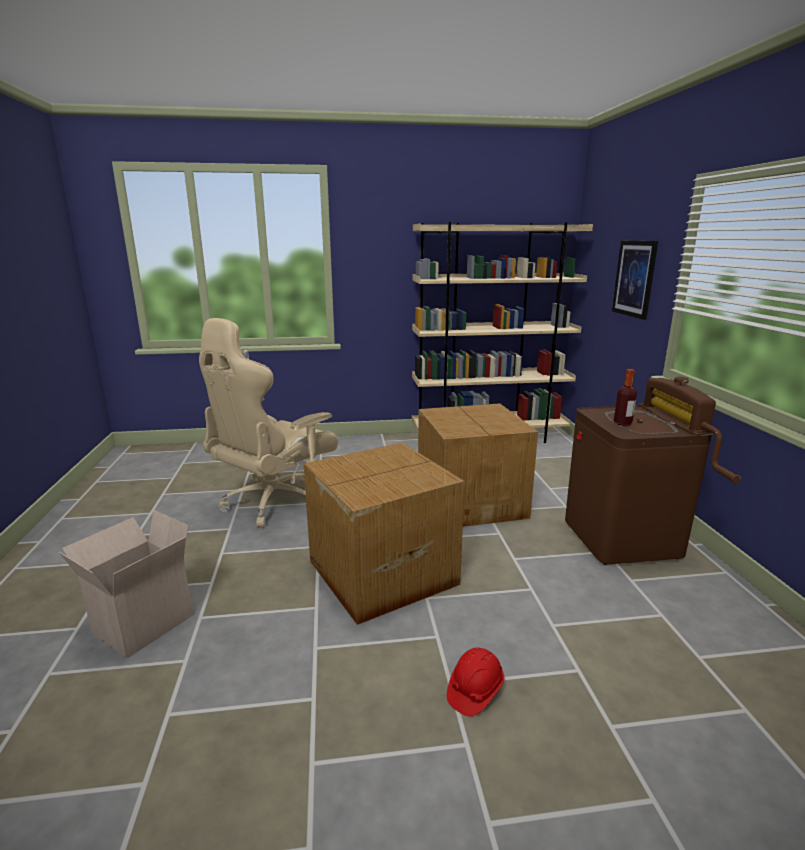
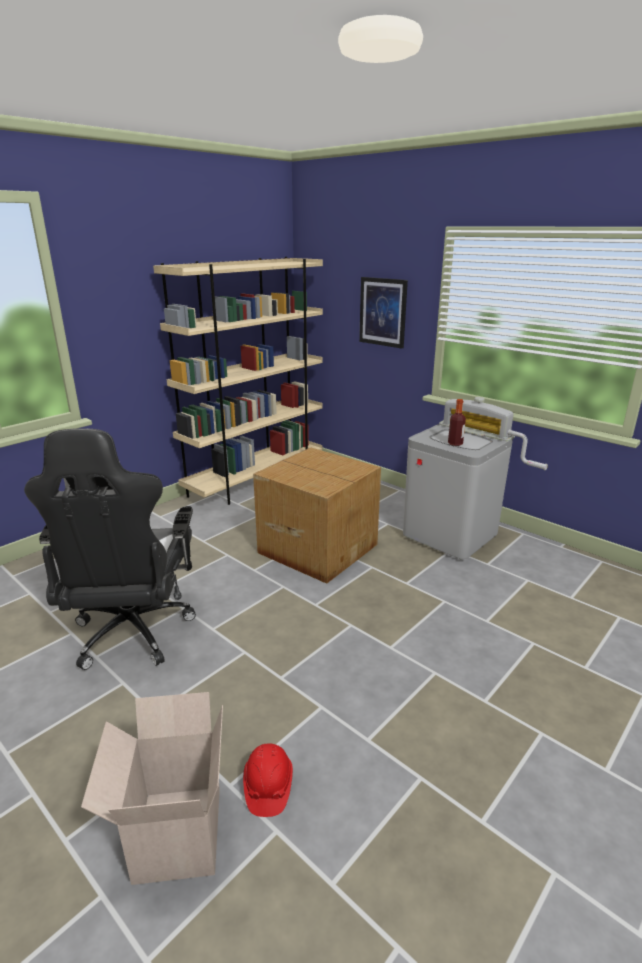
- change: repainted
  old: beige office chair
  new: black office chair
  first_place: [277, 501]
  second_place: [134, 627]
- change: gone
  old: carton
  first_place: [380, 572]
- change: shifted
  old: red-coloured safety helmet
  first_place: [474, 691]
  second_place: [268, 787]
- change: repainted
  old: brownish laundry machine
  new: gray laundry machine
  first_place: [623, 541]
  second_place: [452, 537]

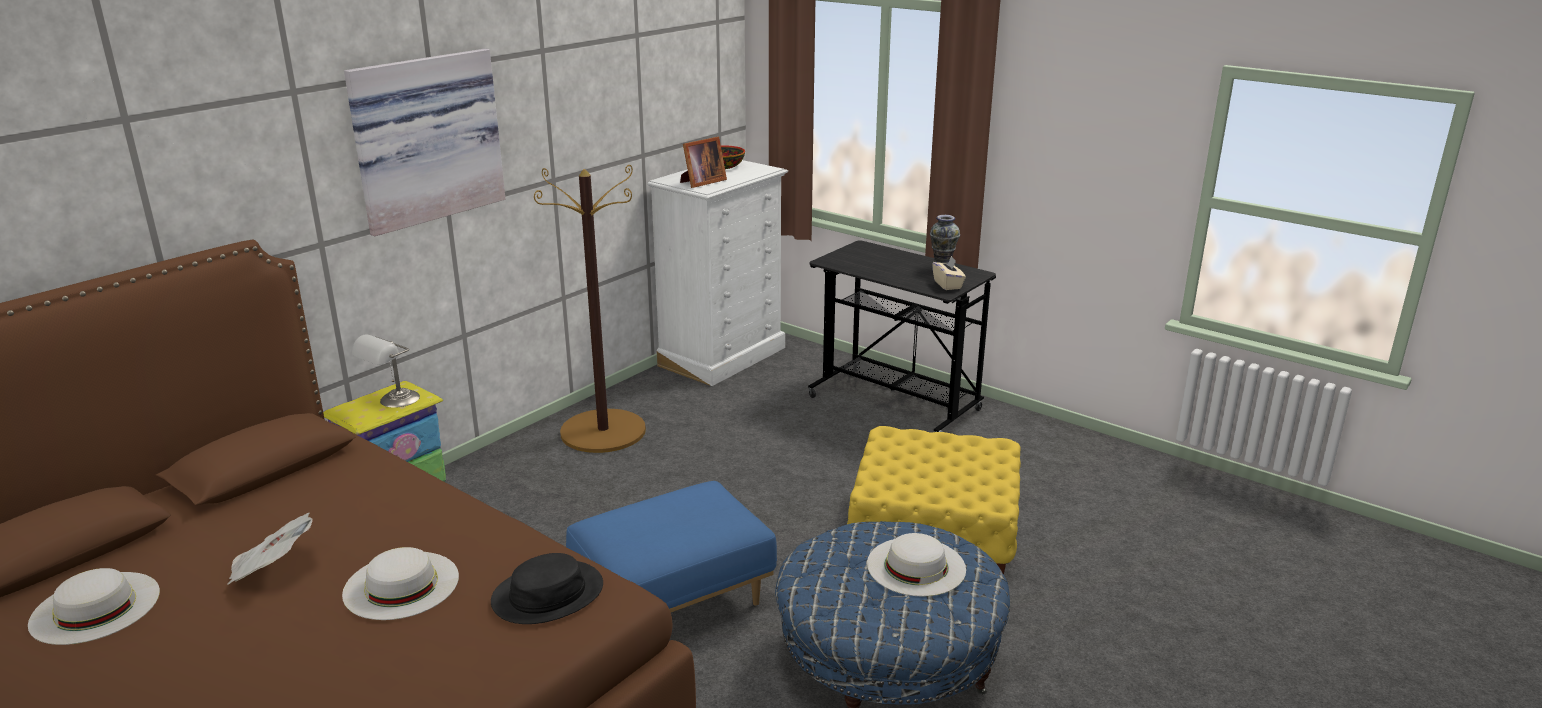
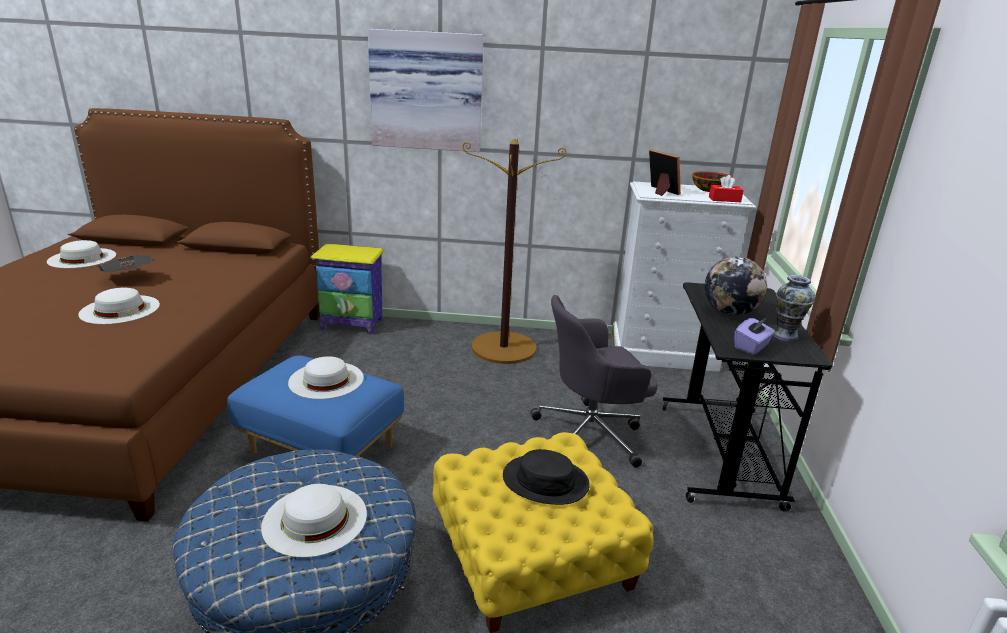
- change: gone
  old: whitish tabletop lamp
  first_place: [393, 402]
- change: shifted
  old: black clothing hat
  first_place: [547, 594]
  second_place: [545, 481]
- change: rotated
  old: picture frame
  first_place: [701, 182]
  second_place: [660, 191]
  degrees: -135
- change: repainted
  old: beige box of tissues
  new: purple-coloured box of tissues
  first_place: [948, 285]
  second_place: [751, 347]
- change: new
  new: whitish clothing hat
  second_place: [326, 380]
- change: new
  new: gray office chair
  second_place: [591, 434]
- change: new
  new: globe
  second_place: [729, 313]
- change: new
  new: red-coloured box of tissues
  second_place: [724, 199]

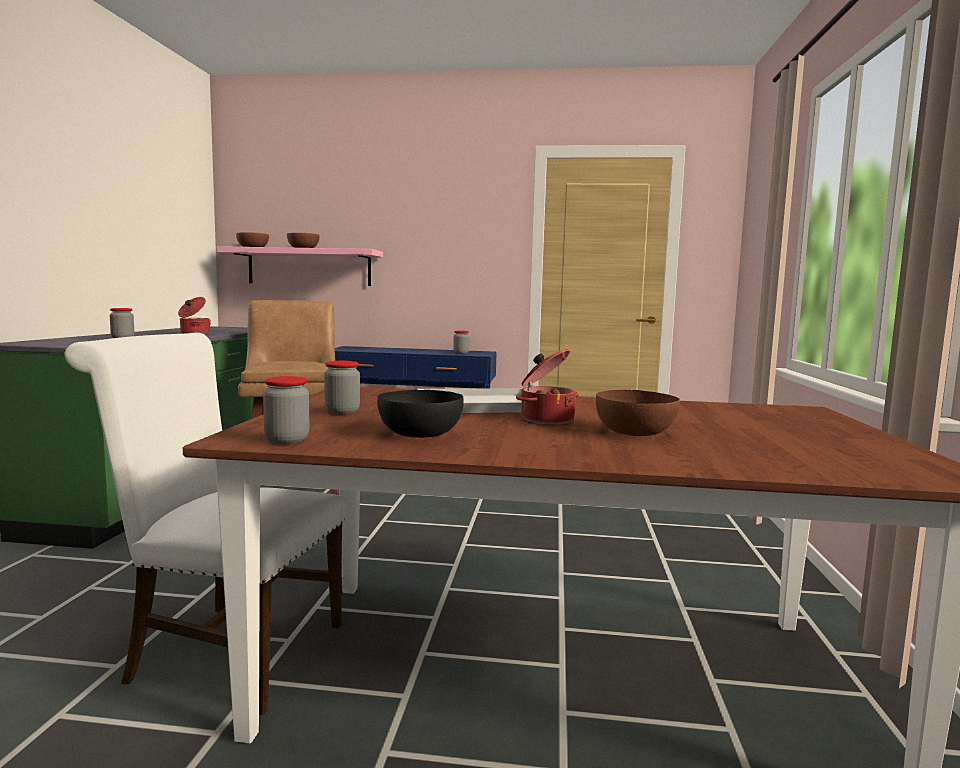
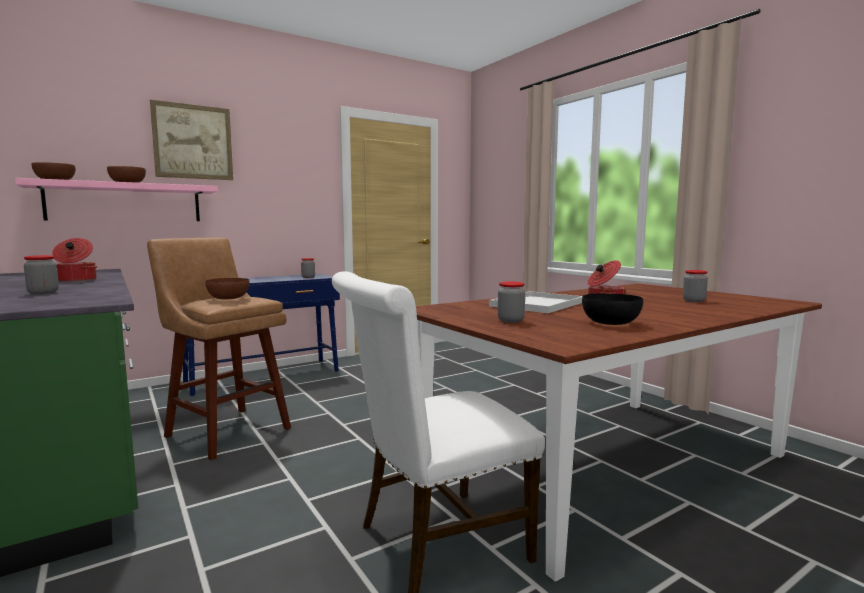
- change: shifted
  old: preserve jar
  first_place: [287, 440]
  second_place: [694, 301]
- change: shifted
  old: brownish bowl
  first_place: [636, 432]
  second_place: [229, 298]
- change: new
  new: wall picture
  second_place: [193, 142]

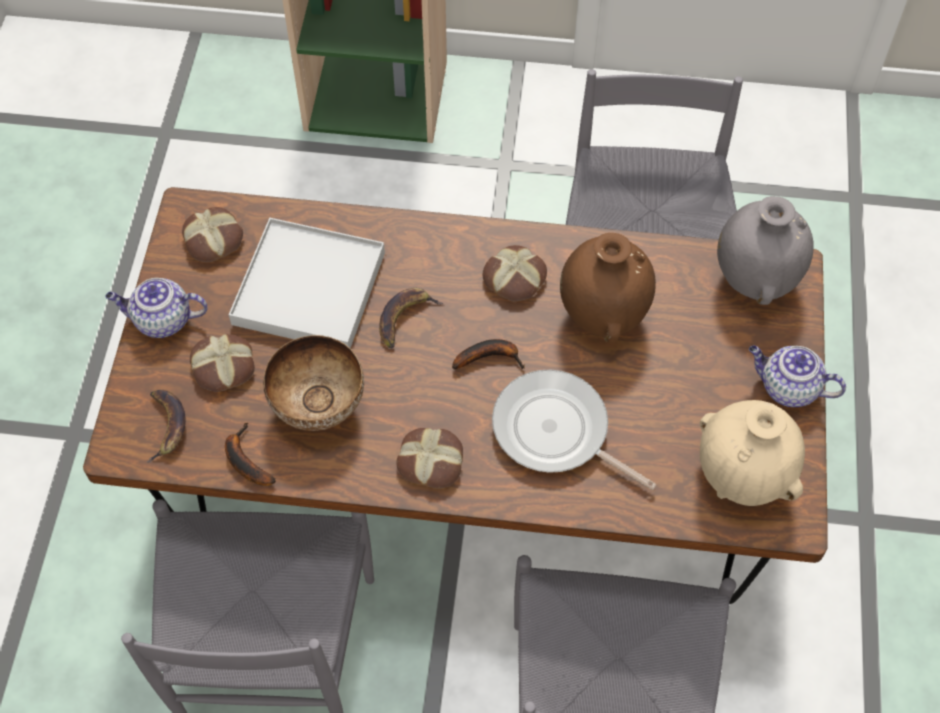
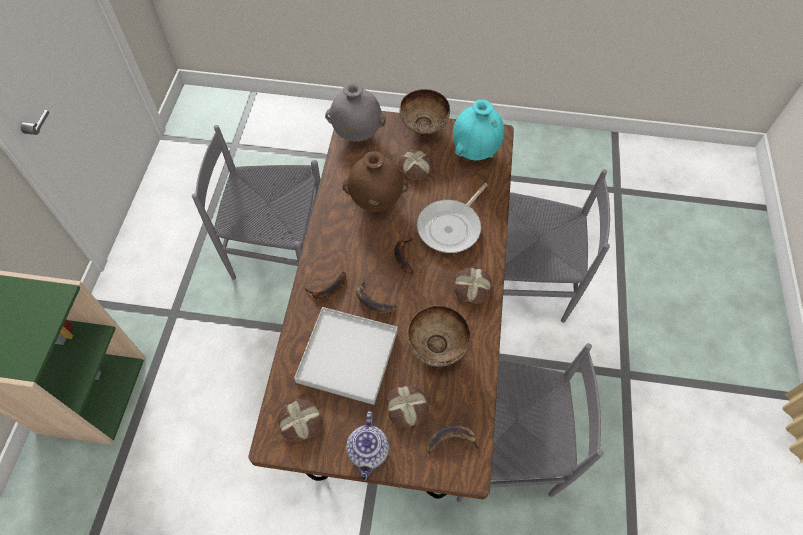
- change: shifted
  old: whole banana
  first_place: [245, 460]
  second_place: [328, 290]
- change: shifted
  old: bread
  first_place: [515, 279]
  second_place: [416, 167]
- change: repainted
  old: beige flower vase
  new: turquoise-coloured flower vase
  first_place: [742, 478]
  second_place: [475, 151]
- change: swapped
  old: teapot
  new: bowl
  first_place: [787, 388]
  second_place: [424, 129]

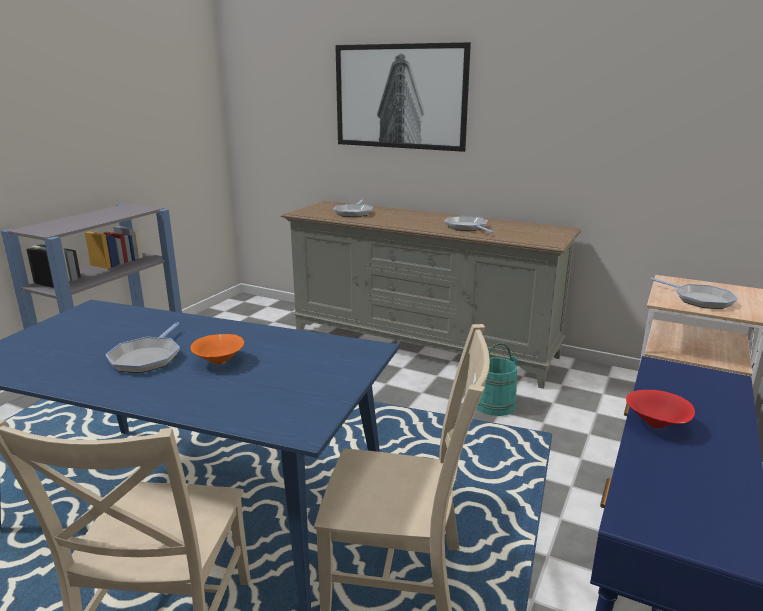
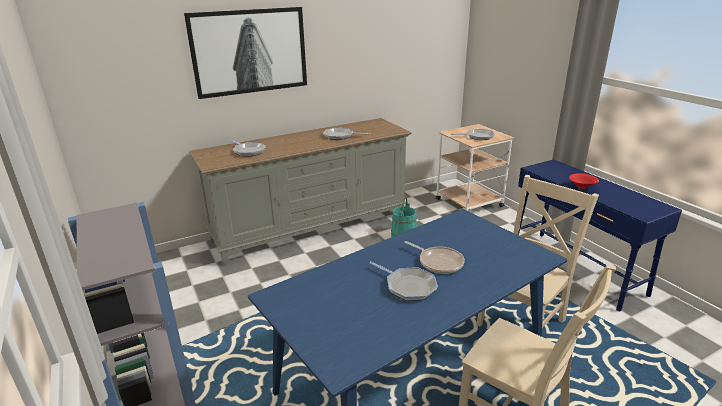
- change: swapped
  old: orangey bowl
  new: pan
  first_place: [219, 361]
  second_place: [438, 262]

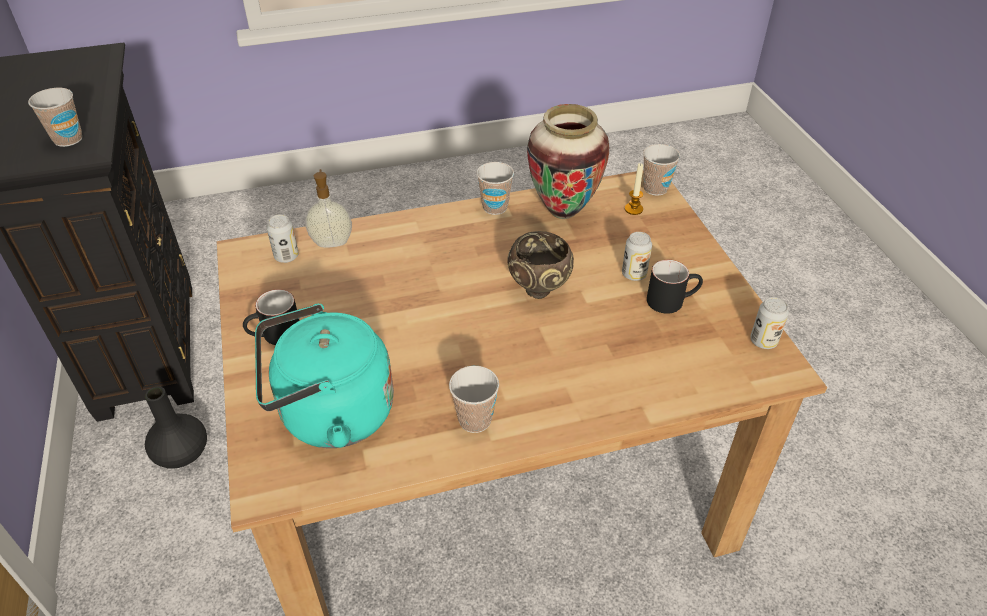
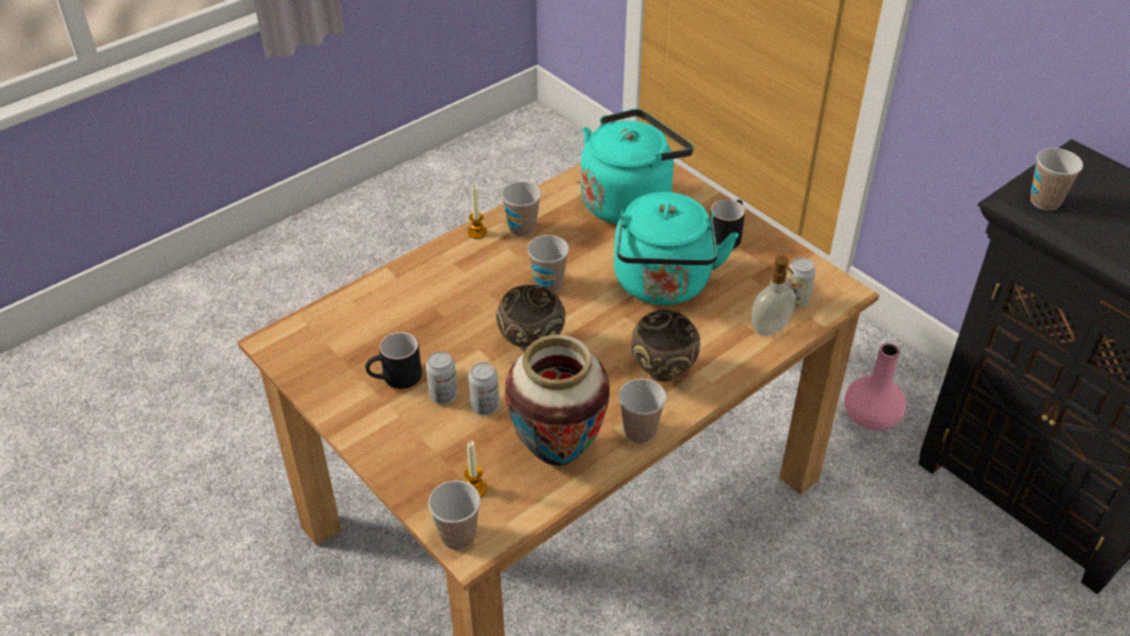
- change: repainted
  old: black flower vase
  new: pink flower vase
  first_place: [182, 453]
  second_place: [870, 417]
- change: shifted
  old: metal can
  first_place: [763, 341]
  second_place: [485, 407]
- change: new
  new: candle
  second_place: [477, 232]
- change: new
  new: drinking cup
  second_place: [548, 284]
- change: new
  new: turquoise-coloured tea kettle
  second_place: [663, 285]
- change: new
  new: brownish bowl
  second_place: [663, 374]

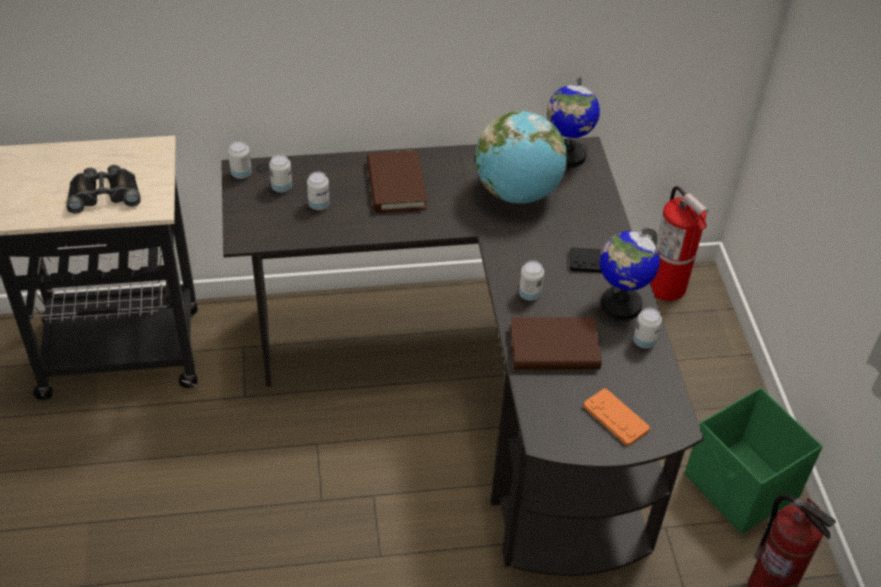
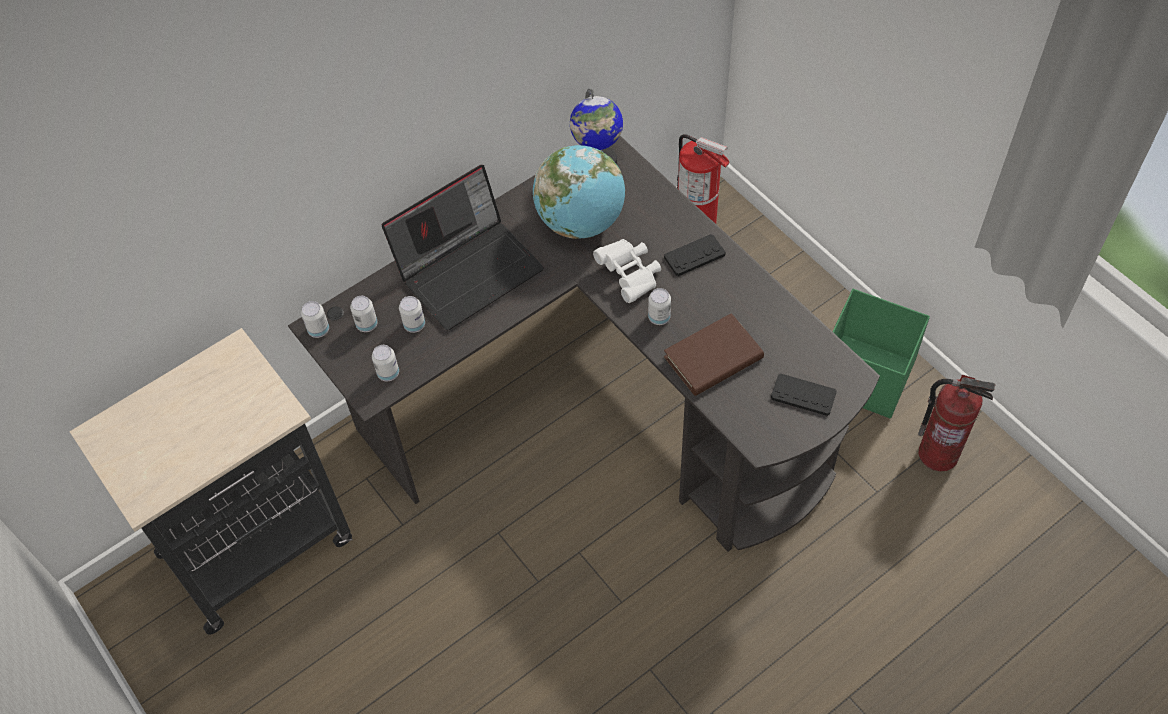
- change: gone
  old: black pair of binoculars
  first_place: [104, 193]
- change: swapped
  old: brownish bound book
  new: portable computer
  first_place: [396, 185]
  second_place: [469, 269]
- change: repainted
  old: orangey gamepad
  new: black gamepad
  first_place: [616, 418]
  second_place: [803, 395]
- change: gone
  old: globe
  first_place: [620, 304]
- change: shifted
  old: metal can
  first_place: [644, 341]
  second_place: [388, 373]
- change: new
  new: whitish pair of binoculars
  second_place: [630, 275]

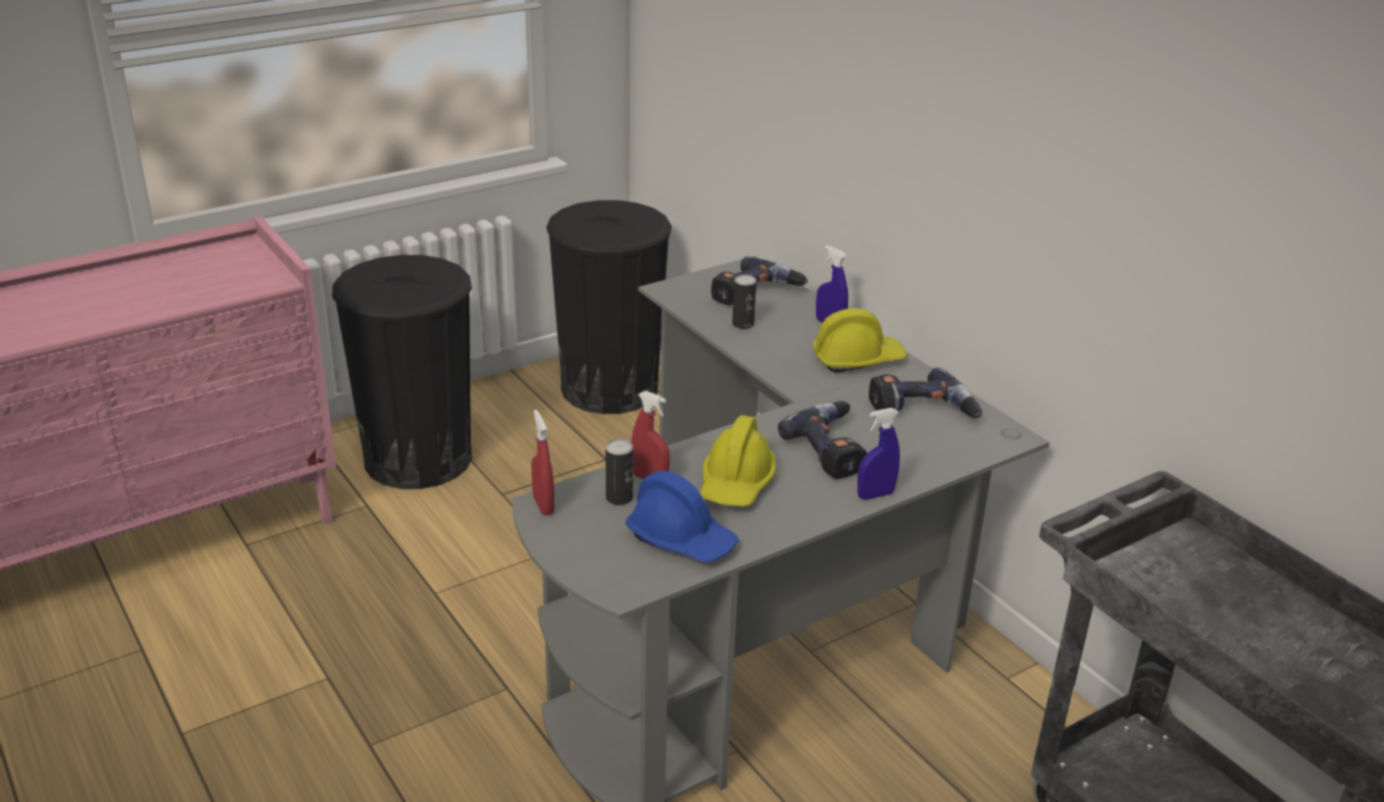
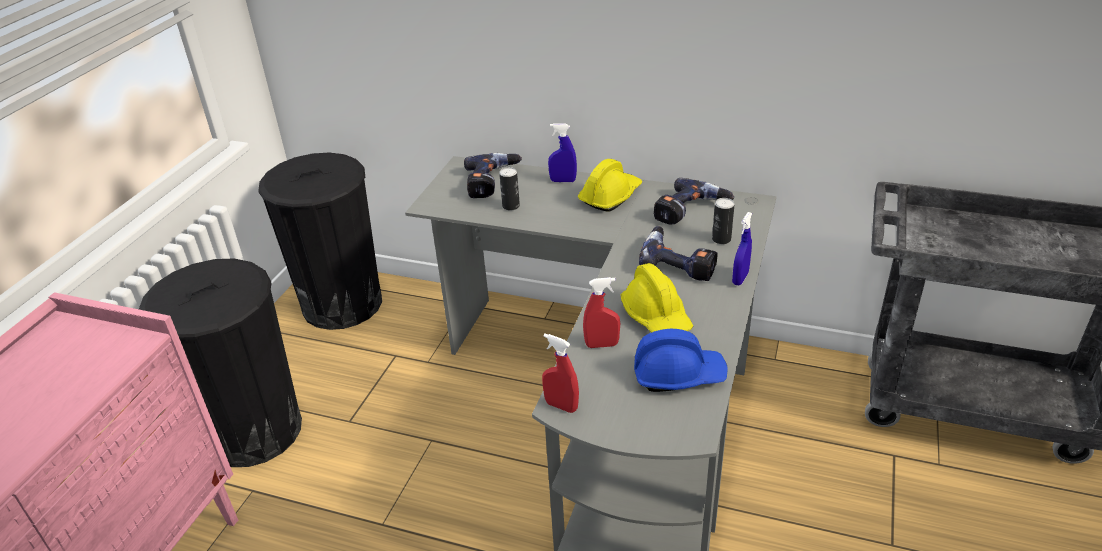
- change: shifted
  old: metal can
  first_place: [619, 497]
  second_place: [721, 239]

